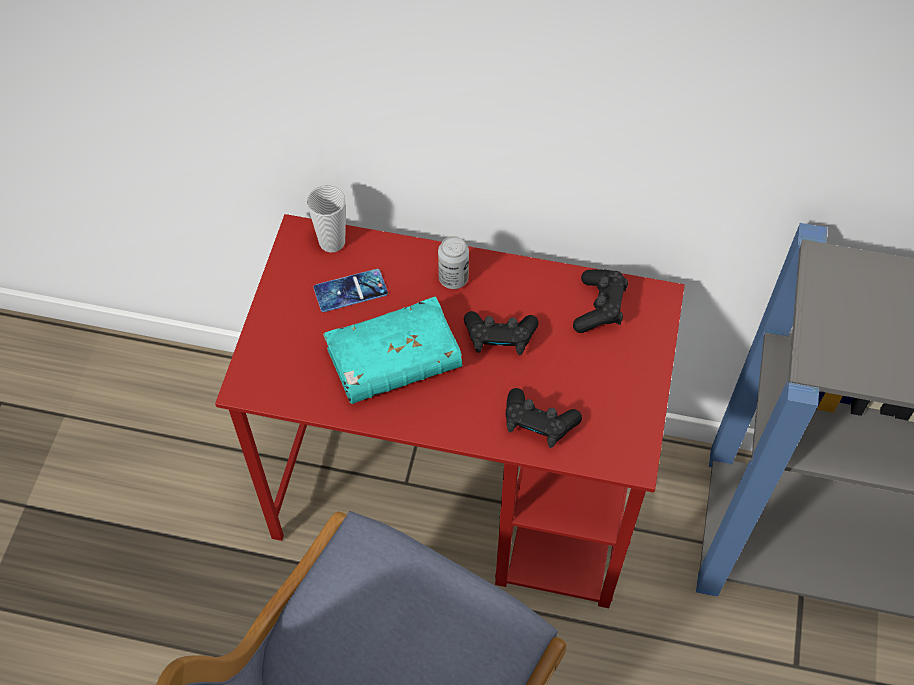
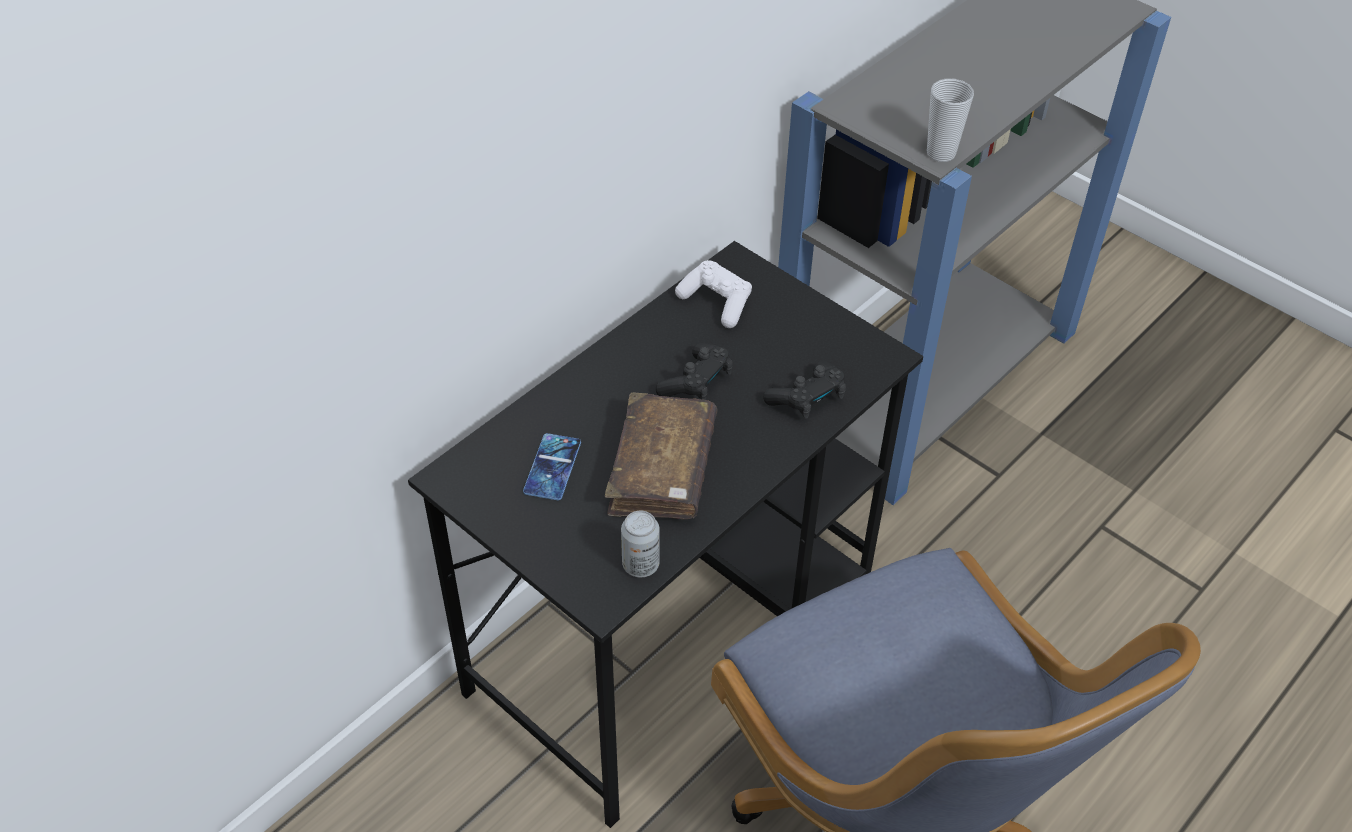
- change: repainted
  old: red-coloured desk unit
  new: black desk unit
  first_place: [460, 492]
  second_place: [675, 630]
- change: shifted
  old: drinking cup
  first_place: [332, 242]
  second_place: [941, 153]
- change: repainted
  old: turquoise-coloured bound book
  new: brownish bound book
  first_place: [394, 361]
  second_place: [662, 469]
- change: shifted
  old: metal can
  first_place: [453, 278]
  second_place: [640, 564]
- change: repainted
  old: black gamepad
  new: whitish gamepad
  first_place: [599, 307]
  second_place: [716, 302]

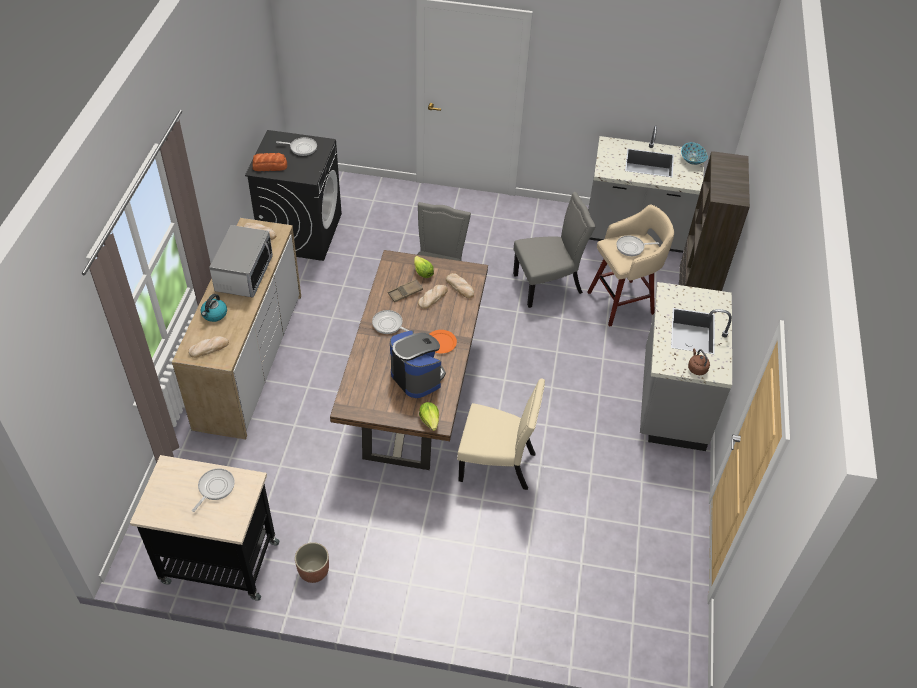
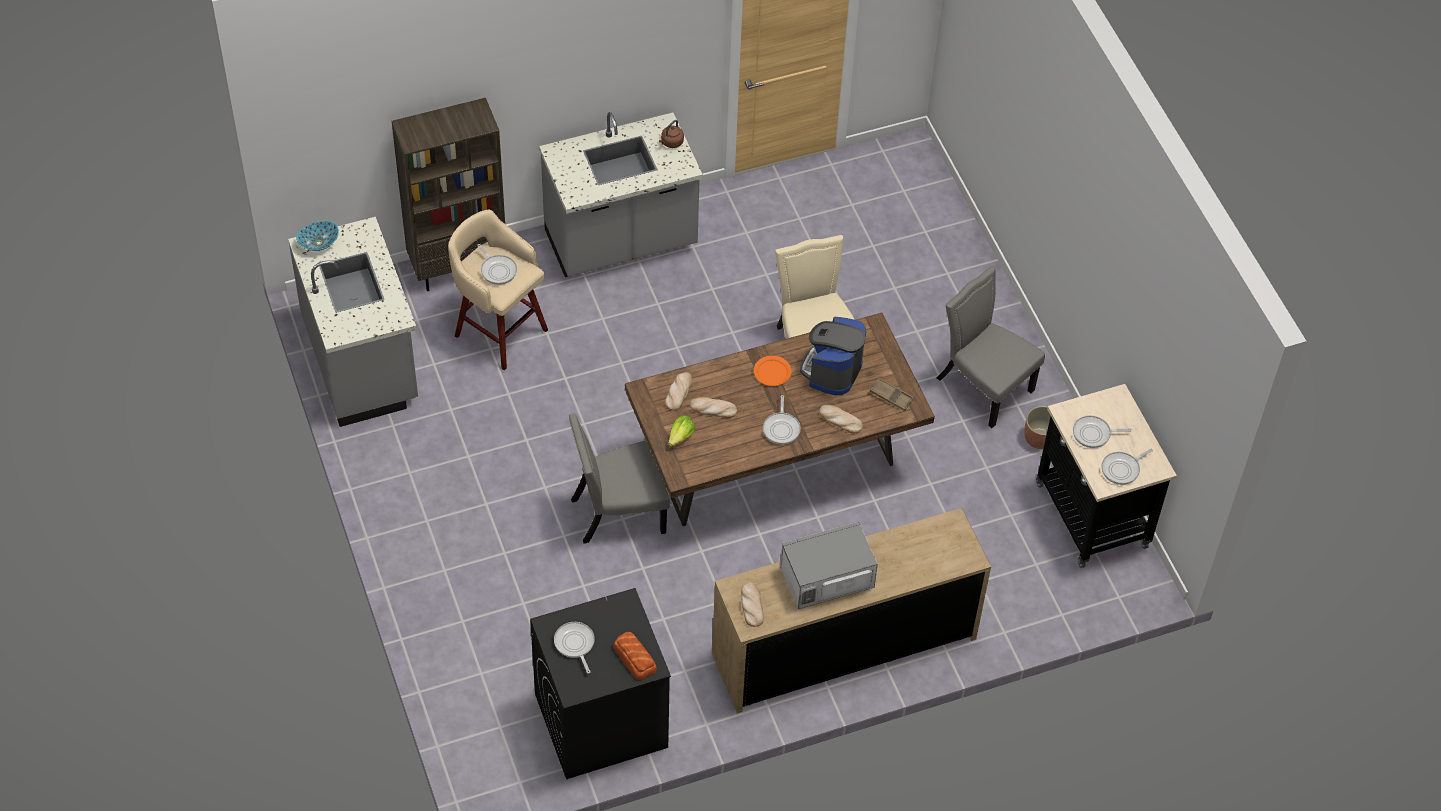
- change: shifted
  old: bread
  first_place: [209, 348]
  second_place: [840, 420]
- change: gone
  old: tea kettle
  first_place: [214, 314]
- change: shifted
  old: brownish serving tray
  first_place: [405, 292]
  second_place: [891, 396]
- change: gone
  old: lettuce head
  first_place: [430, 421]
- change: shifted
  old: gray upright chair
  first_place: [546, 285]
  second_place: [984, 387]
- change: new
  new: pan
  second_place: [1122, 469]

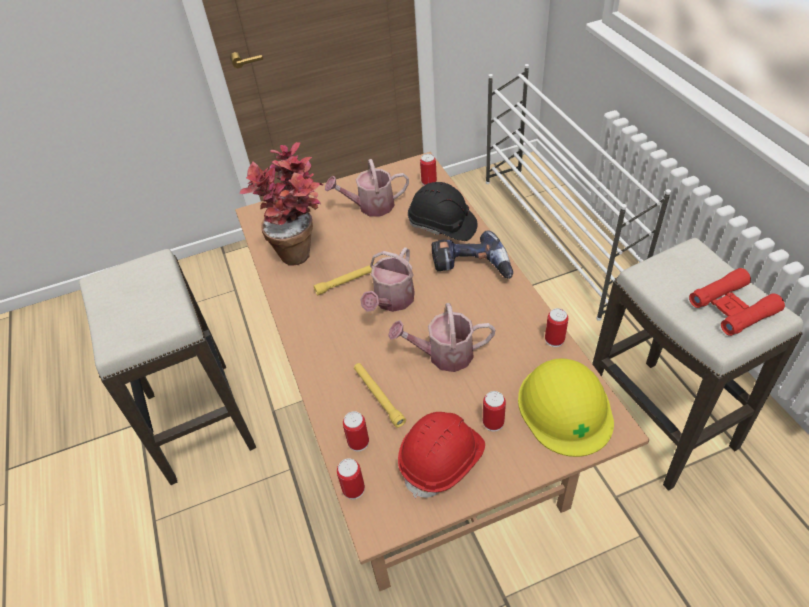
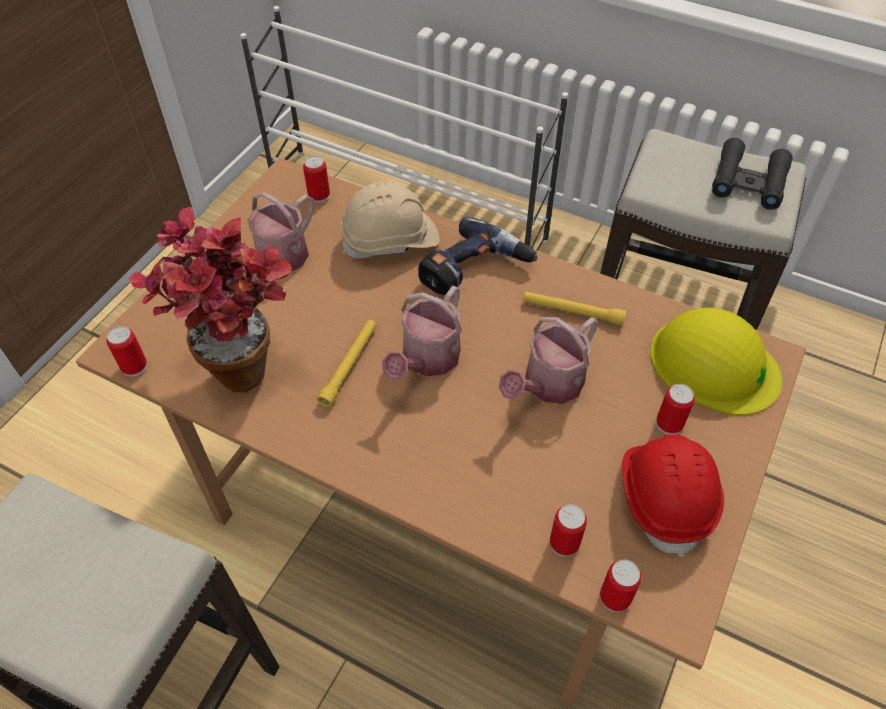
- change: shifted
  old: yellowish hand torch
  first_place: [378, 397]
  second_place: [572, 312]
- change: rotated
  old: sprinkling can
  first_place: [391, 301]
  second_place: [427, 360]
  degrees: 45
- change: repainted
  old: black safety helmet
  new: beige safety helmet
  first_place: [442, 226]
  second_place: [391, 240]
- change: shifted
  old: metal can
  first_place: [554, 340]
  second_place: [134, 366]
- change: repainted
  old: red-coloured pair of binoculars
  new: black pair of binoculars
  first_place: [732, 307]
  second_place: [748, 182]

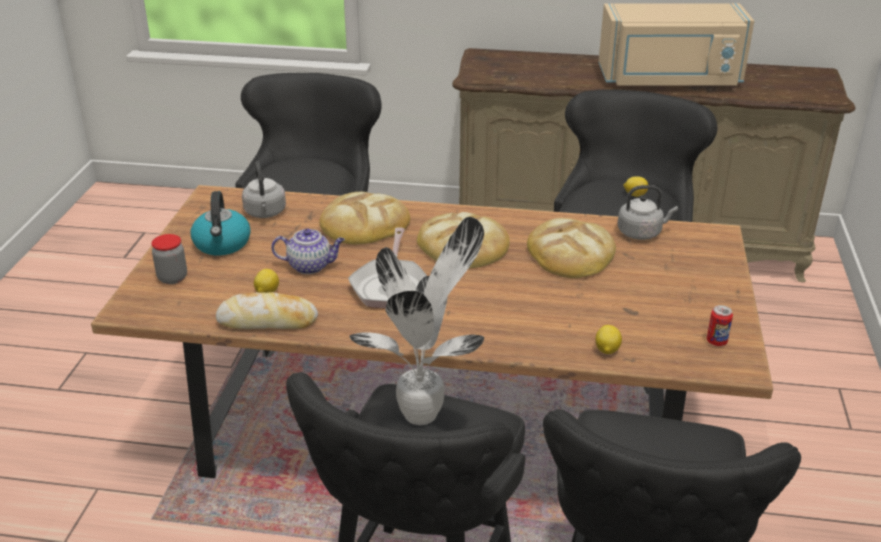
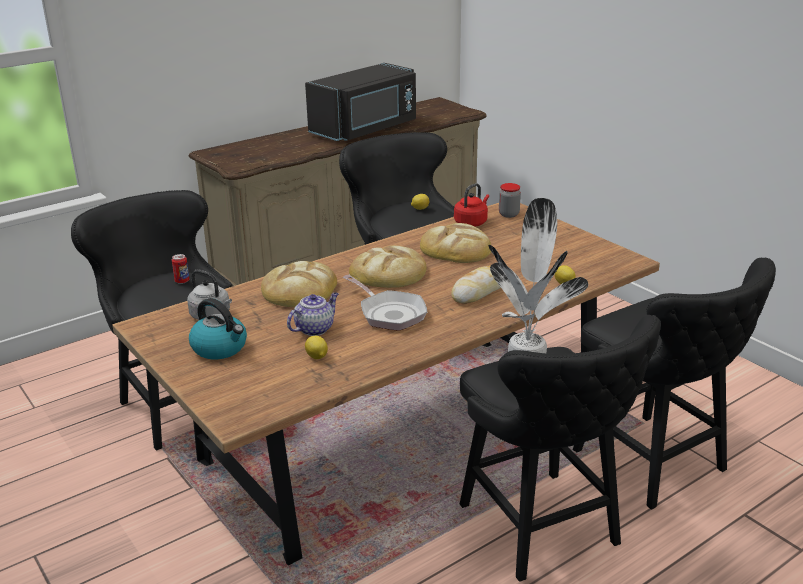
- change: shifted
  old: preserve jar
  first_place: [172, 278]
  second_place: [509, 214]
- change: shifted
  old: bread
  first_place: [267, 321]
  second_place: [480, 291]
- change: repainted
  old: beige microwave
  new: black microwave
  first_place: [670, 80]
  second_place: [366, 129]
- change: repainted
  old: gray tea kettle
  new: red-coloured tea kettle
  first_place: [641, 233]
  second_place: [471, 222]
- change: shifted
  old: metal can
  first_place: [716, 342]
  second_place: [182, 281]

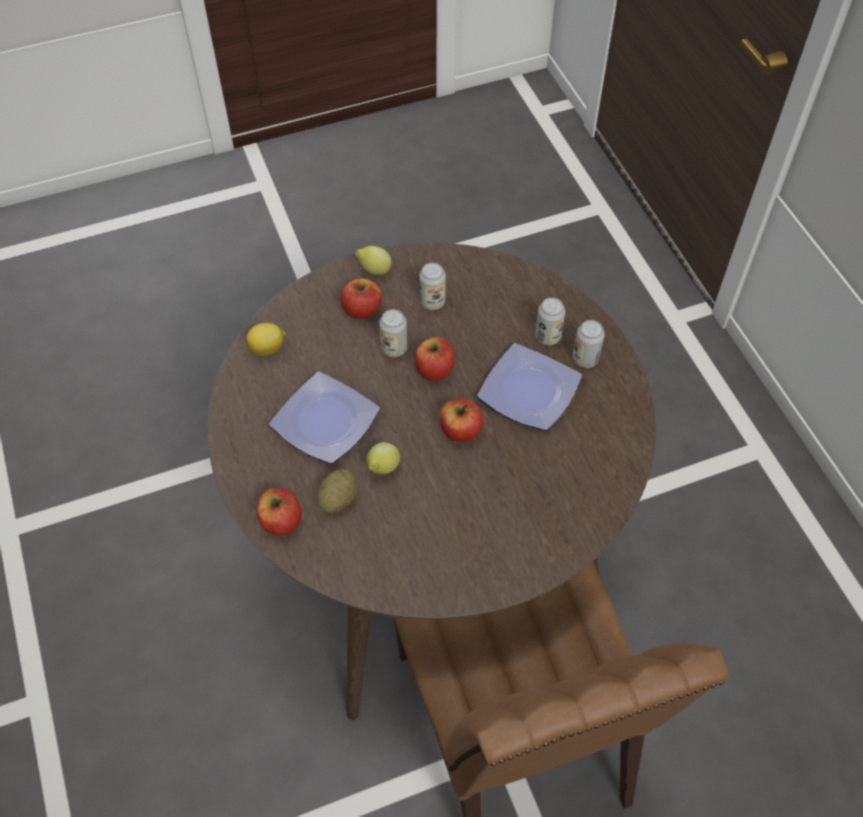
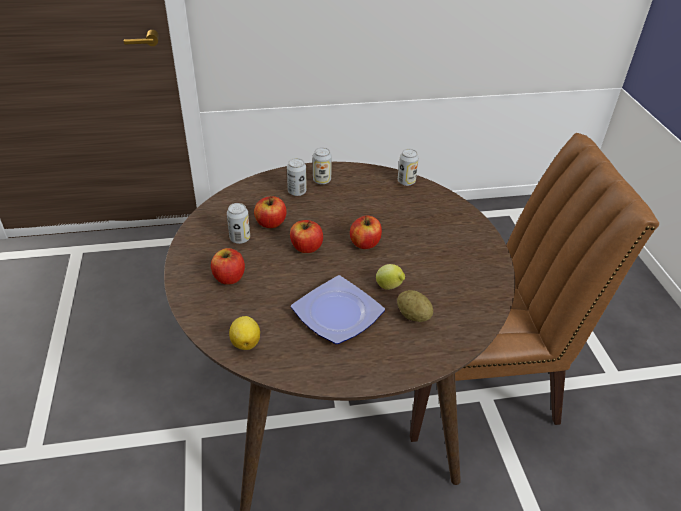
- change: shifted
  old: apple fruit
  first_place: [281, 521]
  second_place: [271, 223]
- change: gone
  old: lemon
  first_place: [374, 270]
- change: shifted
  old: metal can
  first_place: [394, 348]
  second_place: [406, 181]
- change: gone
  old: dinner plate
  first_place: [529, 393]

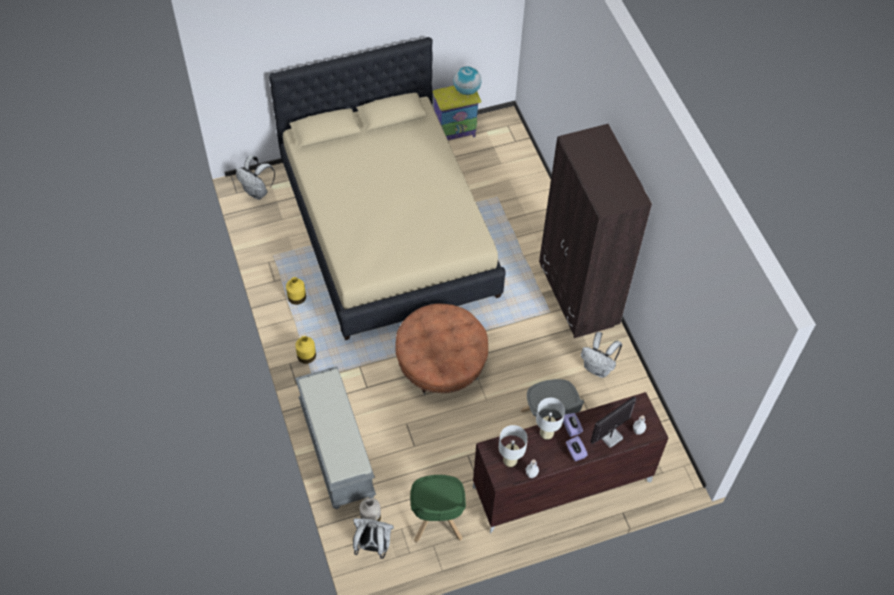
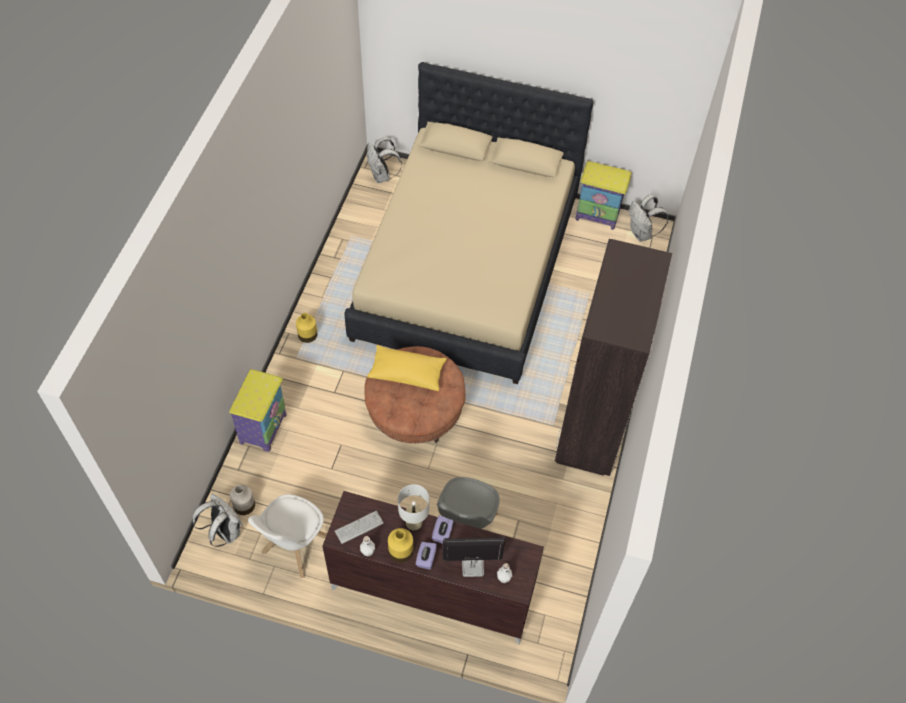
- change: shifted
  old: yellowish flower vase
  first_place: [297, 297]
  second_place: [401, 551]
- change: swapped
  old: gray long seat
  new: bedside table
  first_place: [335, 448]
  second_place: [265, 428]
- change: repainted
  old: green-coloured upright chair
  new: whitish upright chair
  first_place: [437, 522]
  second_place: [294, 547]
- change: gone
  old: globe
  first_place: [467, 90]
- change: swapped
  old: whitish tabletop lamp
  new: PC keyboard
  first_place: [510, 461]
  second_place: [359, 527]
- change: shifted
  old: whitish backpack
  first_place: [598, 368]
  second_place: [642, 234]
- change: new
  new: yellowish throw pillow
  second_place: [407, 373]

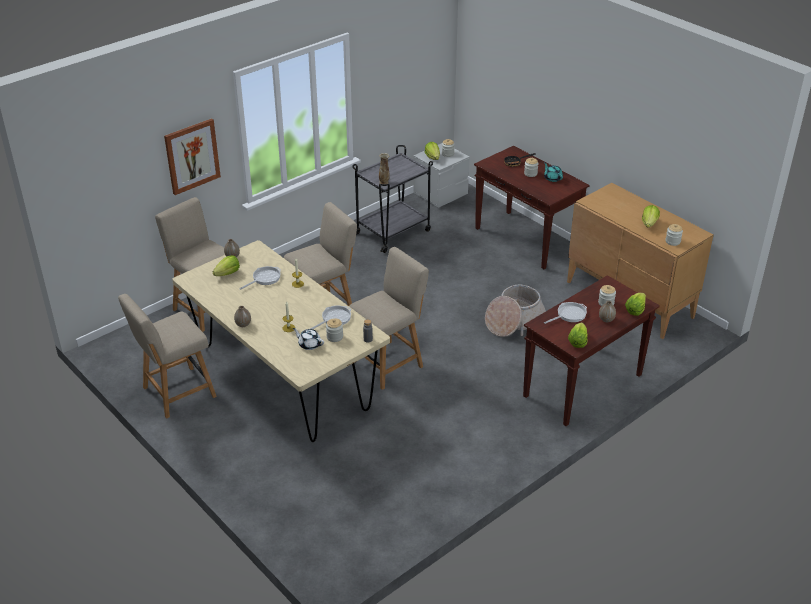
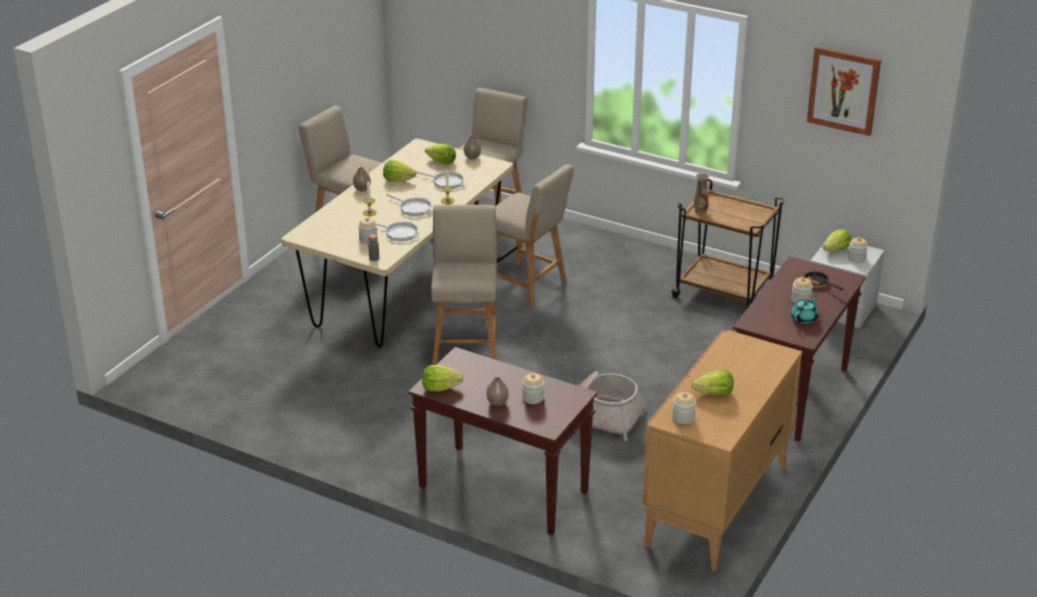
- change: shifted
  old: wall picture
  first_place: [192, 156]
  second_place: [843, 90]
- change: gone
  old: whitish teapot
  first_place: [309, 344]
- change: rotated
  old: beige upright chair
  first_place: [389, 363]
  second_place: [466, 344]
  degrees: -120
- change: repainted
  old: gray wheeled cart
  new: brownish wheeled cart
  first_place: [393, 232]
  second_place: [723, 294]
- change: shifted
  old: pan
  first_place: [569, 314]
  second_place: [413, 208]
- change: shifted
  old: lettuce head
  first_place: [635, 310]
  second_place: [398, 180]

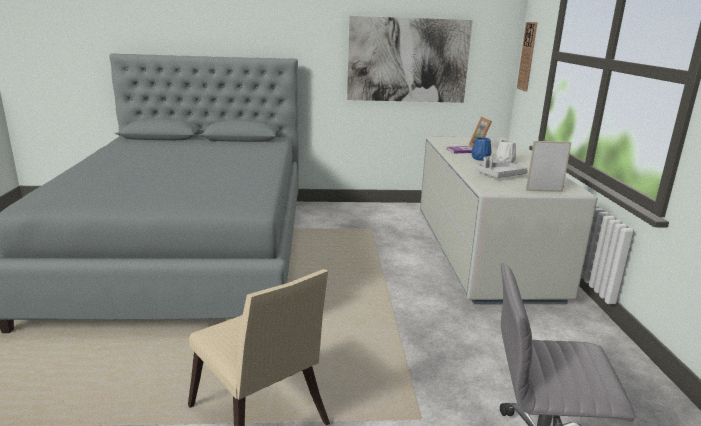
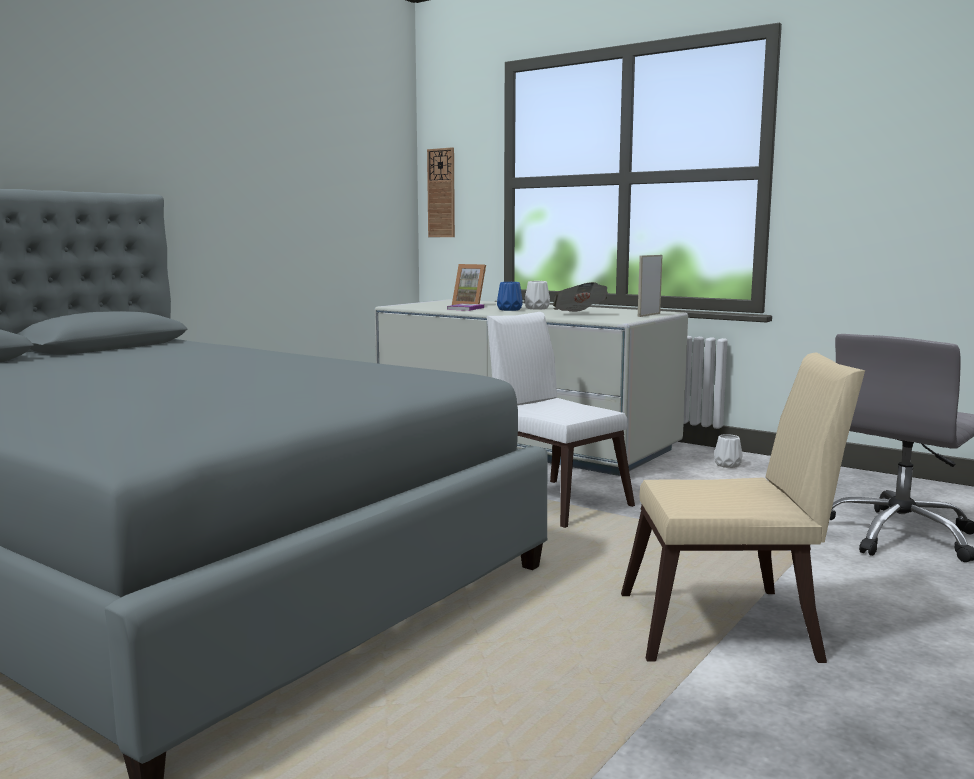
- change: gone
  old: wall picture
  first_place: [408, 60]
- change: swapped
  old: gray serving tray
  new: printed paper
  first_place: [500, 175]
  second_place: [579, 314]
- change: new
  new: whitish upright chair
  second_place: [552, 500]
- change: new
  new: whitish flower vase
  second_place: [726, 465]

